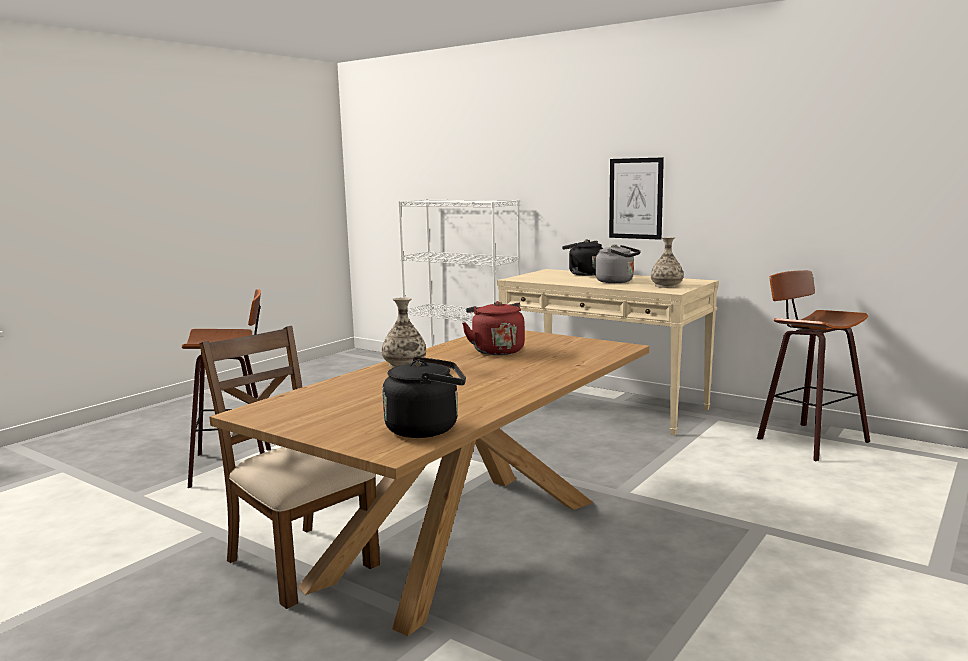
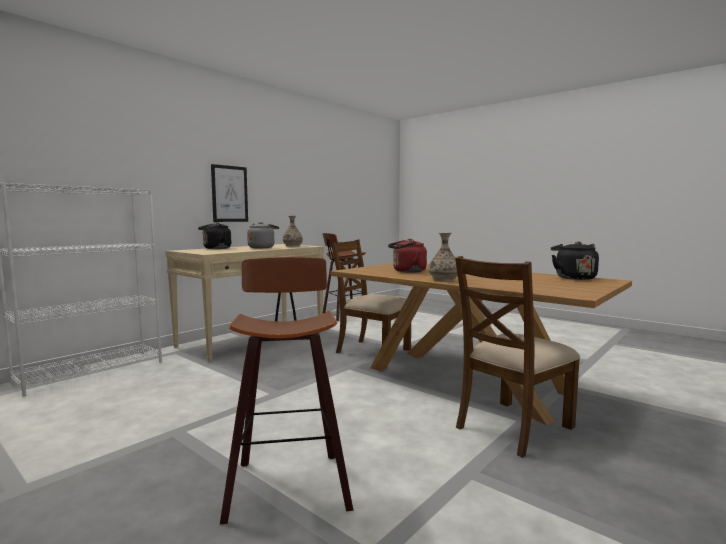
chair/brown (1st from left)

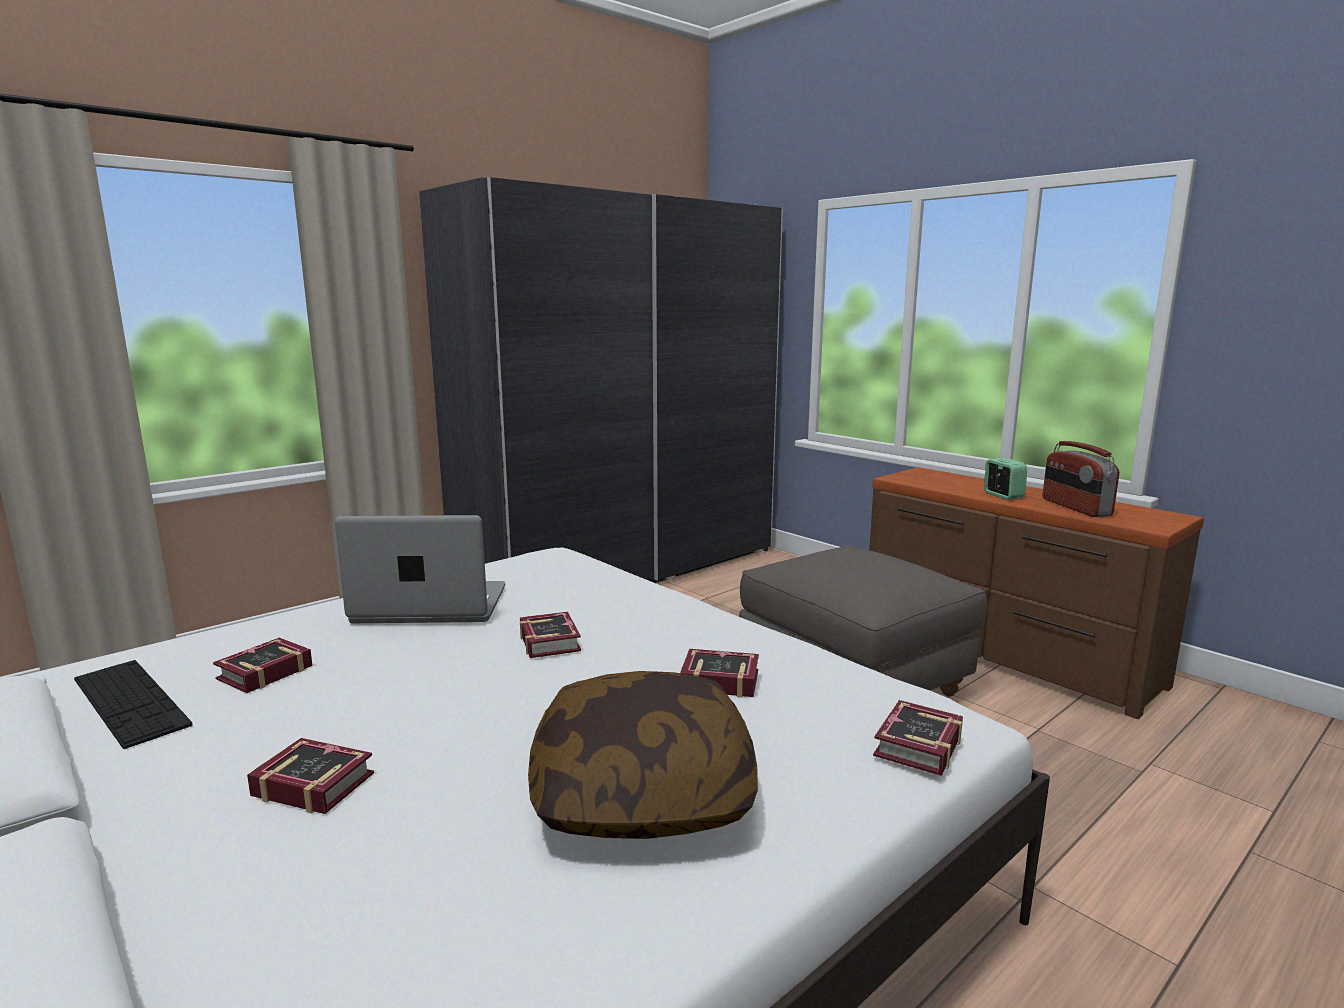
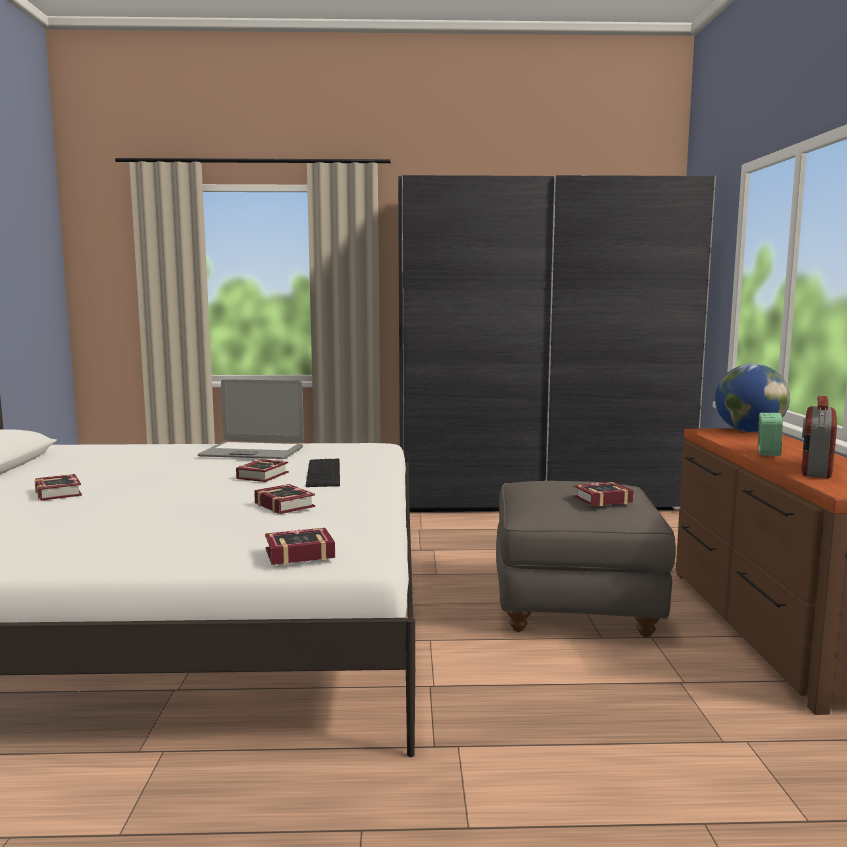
keyboard; book (5th from left); laptop; pillow; globe

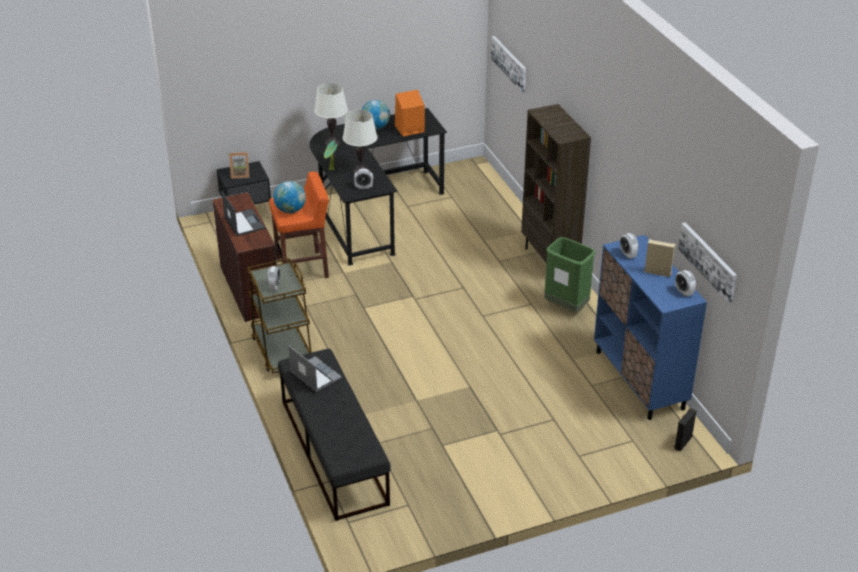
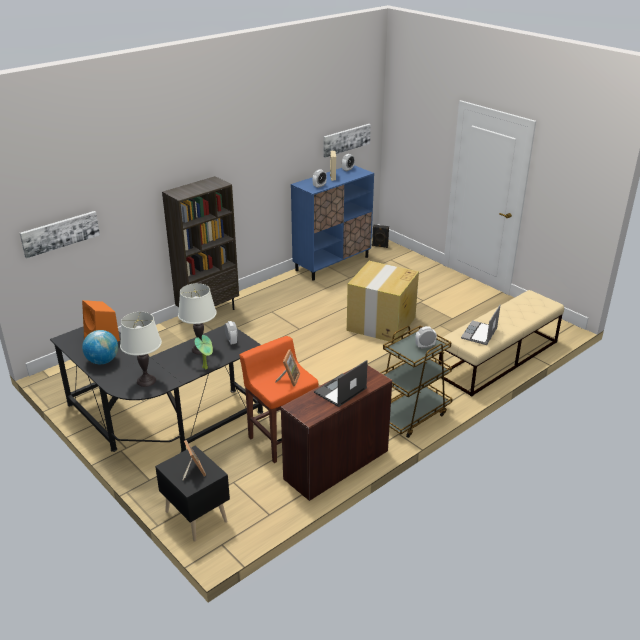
picture frame (2nd from left); bench/beige; trash can/green; cardboard box

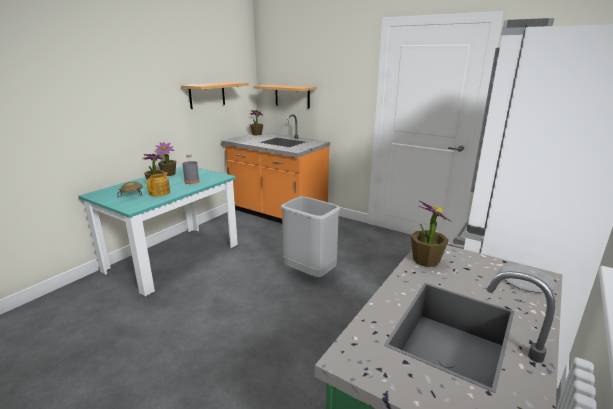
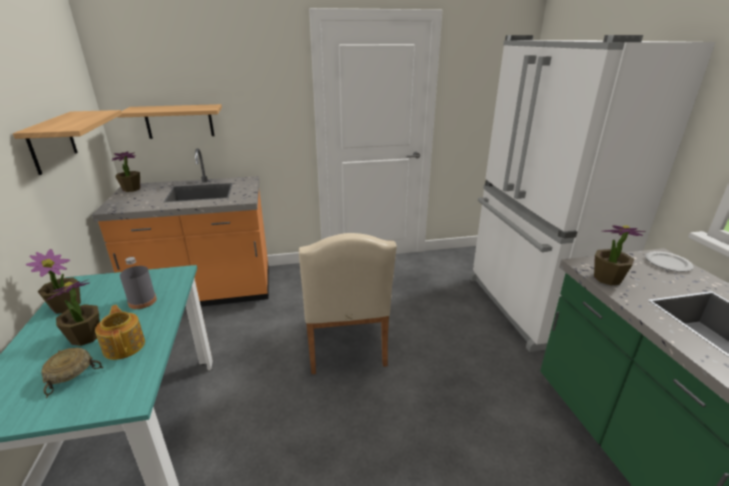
chair/beige

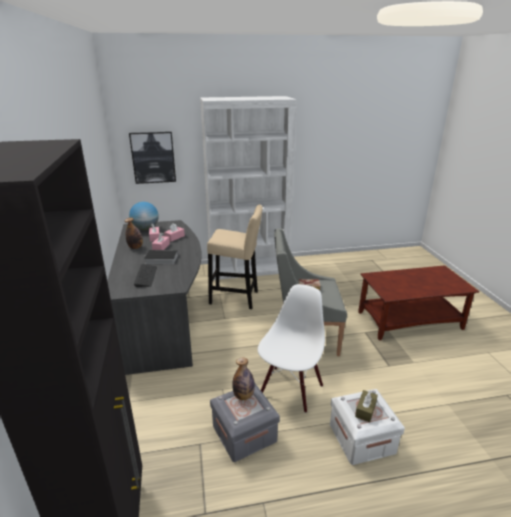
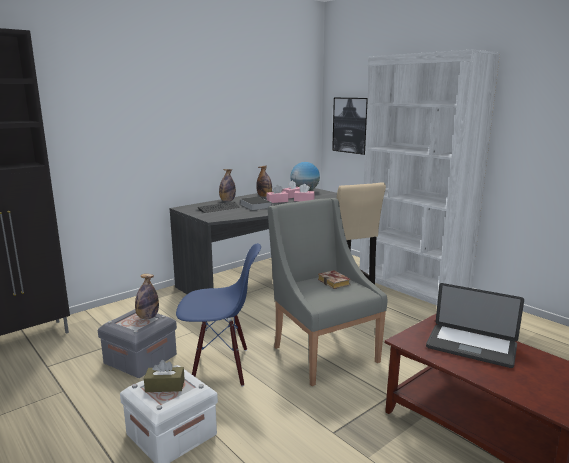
chair/blue; bottle (2nd from left); laptop

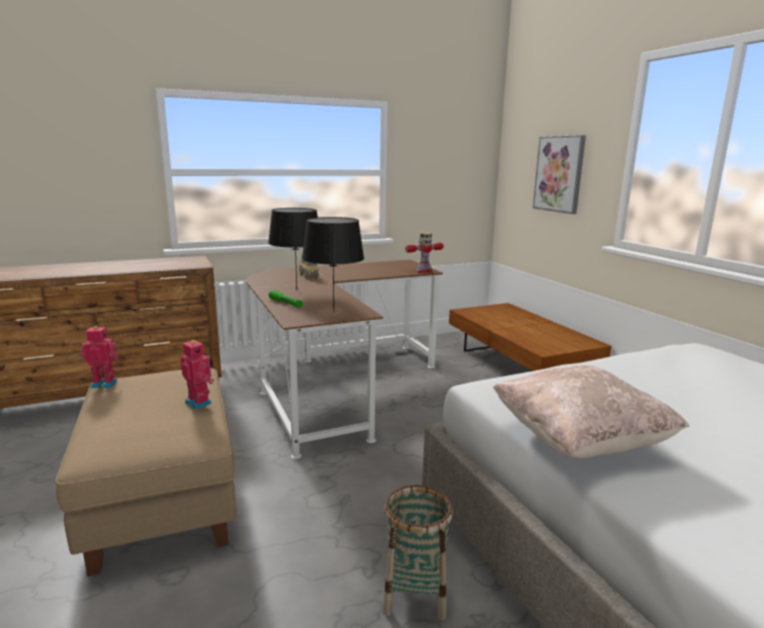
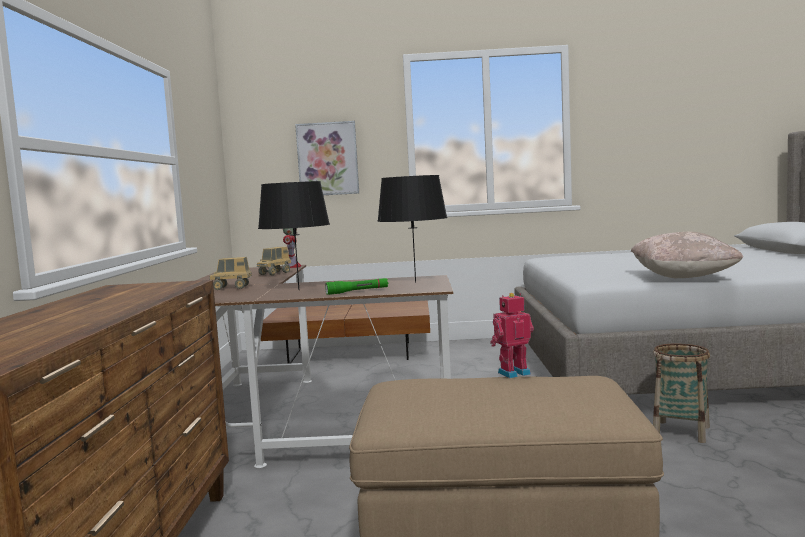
toy robot (1st from left in the first image); toy truck (2nd from left)

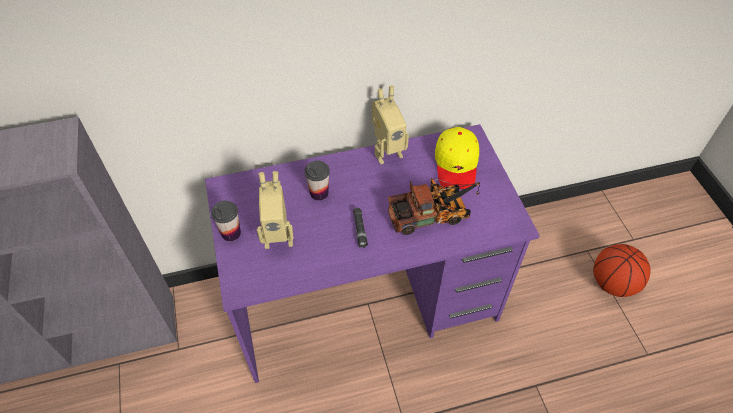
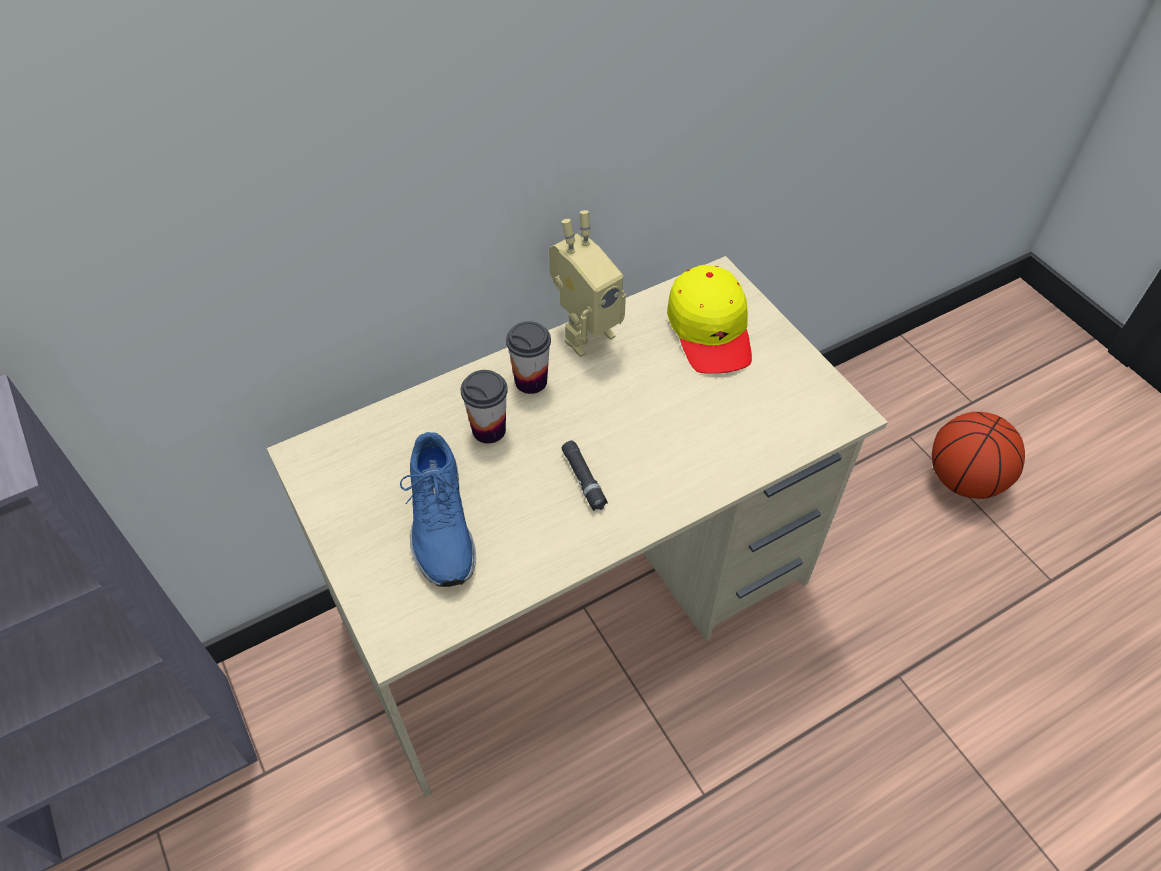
desk/beige; cup (2nd from left); shoe/blue; toy truck

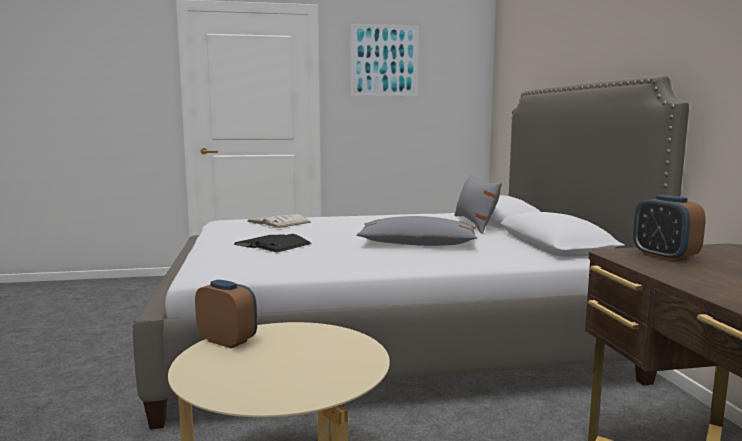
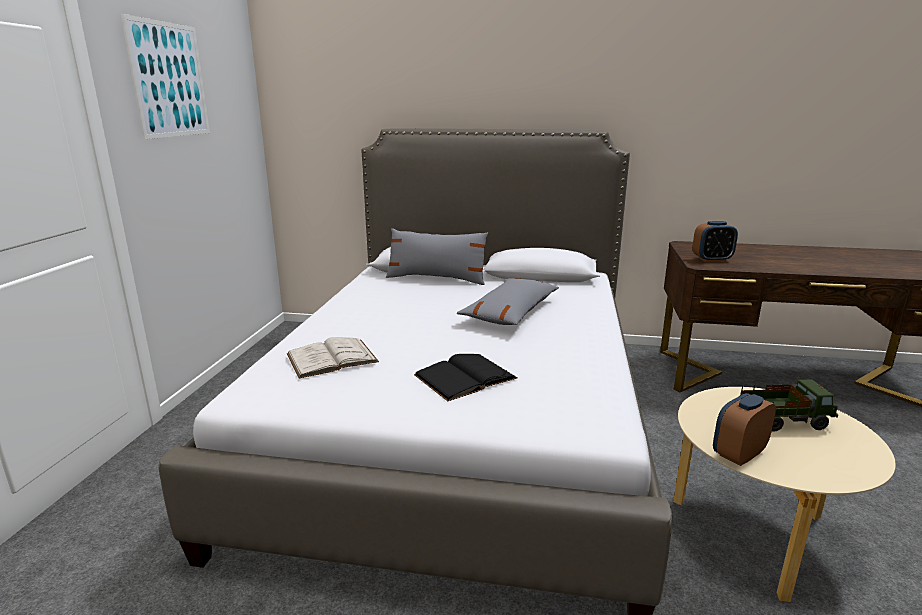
toy truck

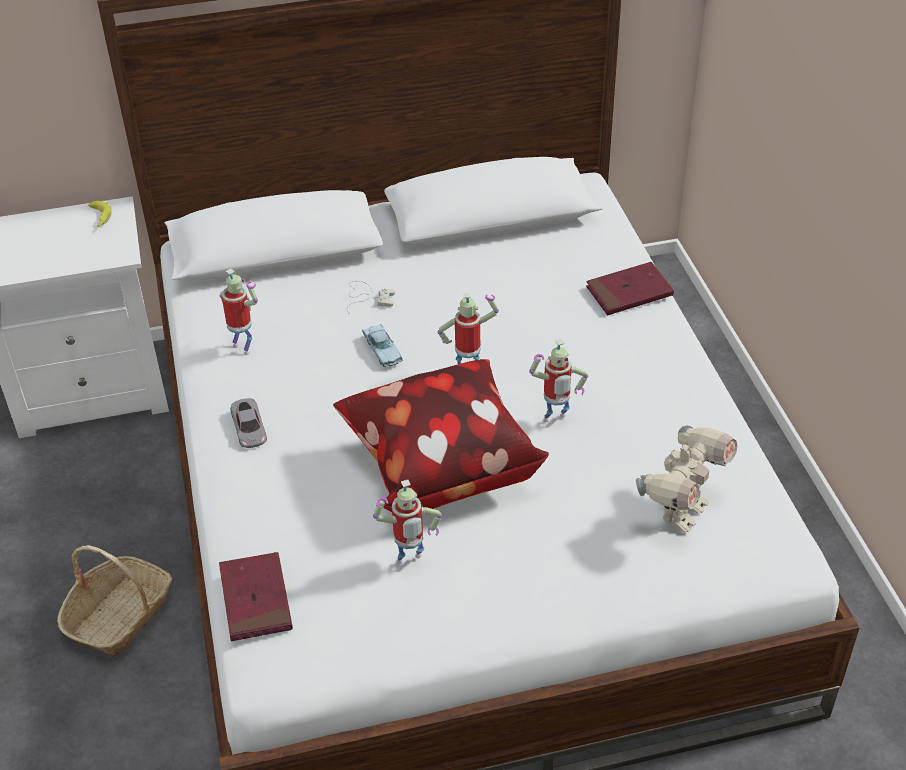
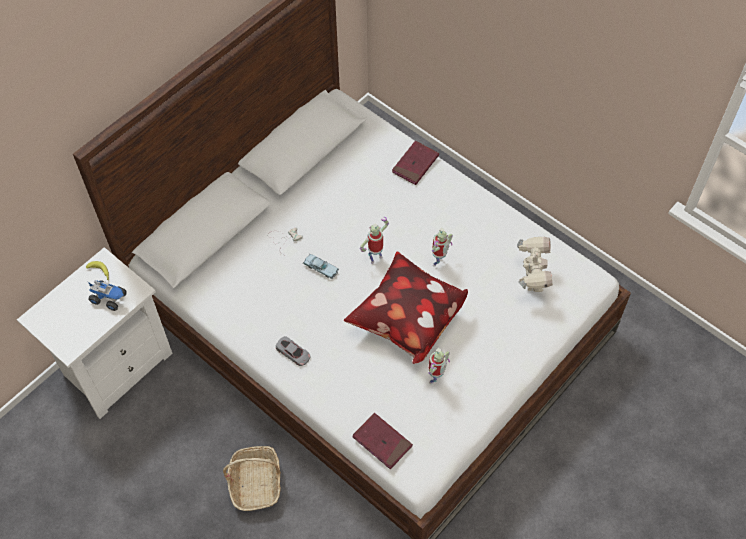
toy robot (1st from left in the first image); toy truck

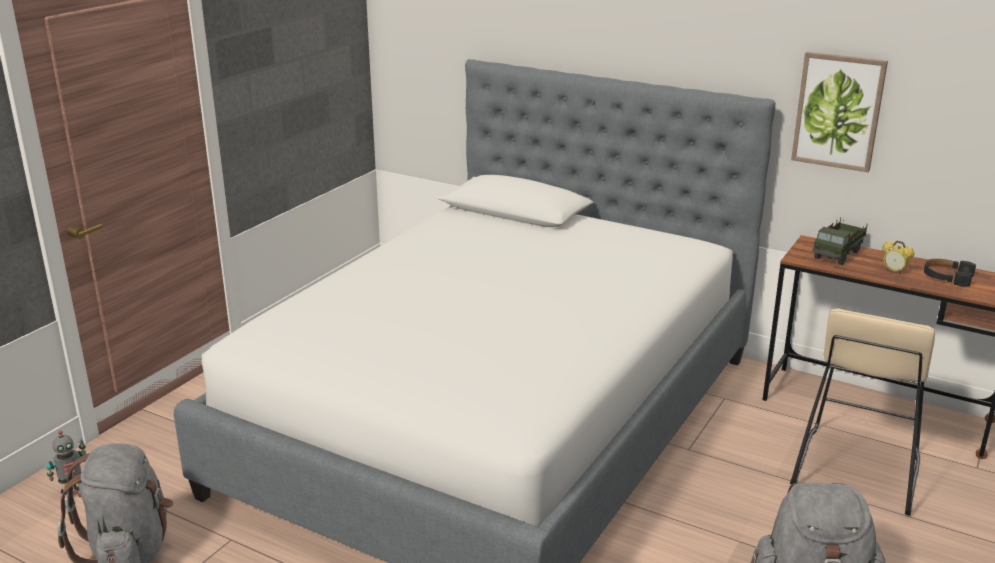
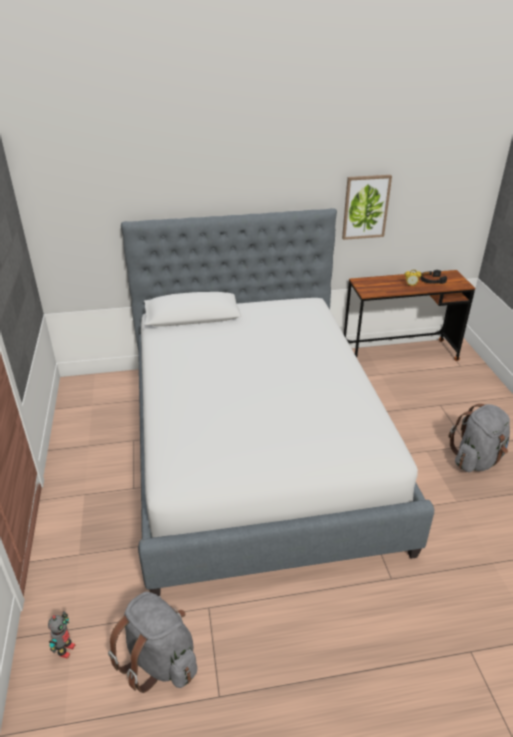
stool/beige; toy truck

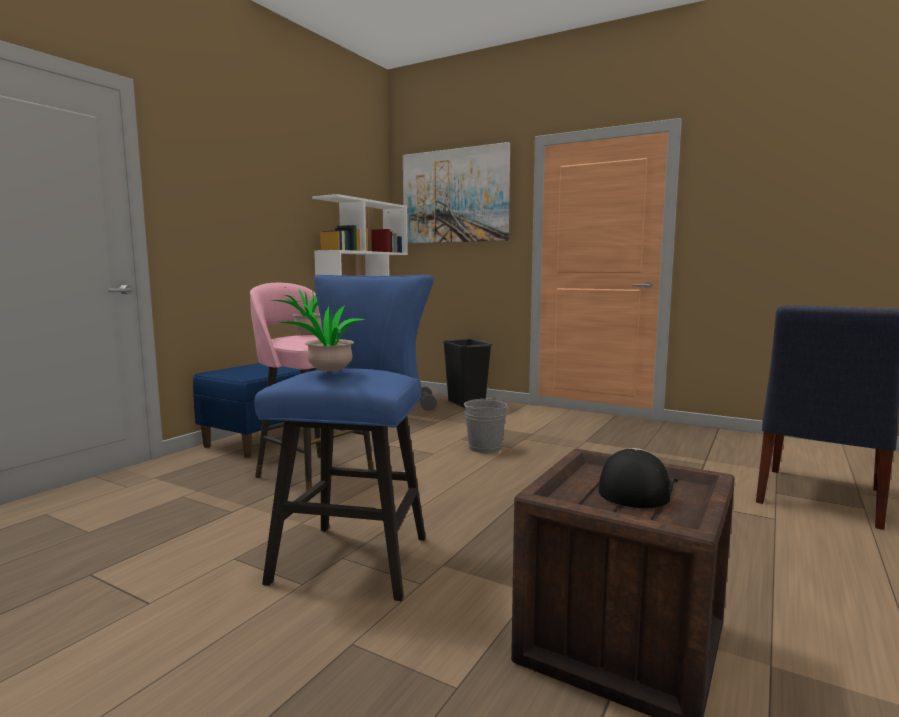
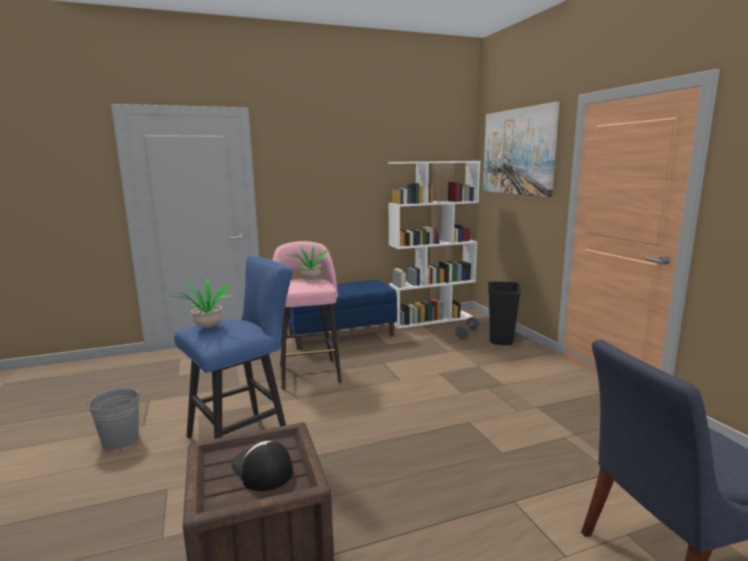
bucket/grey; cap

